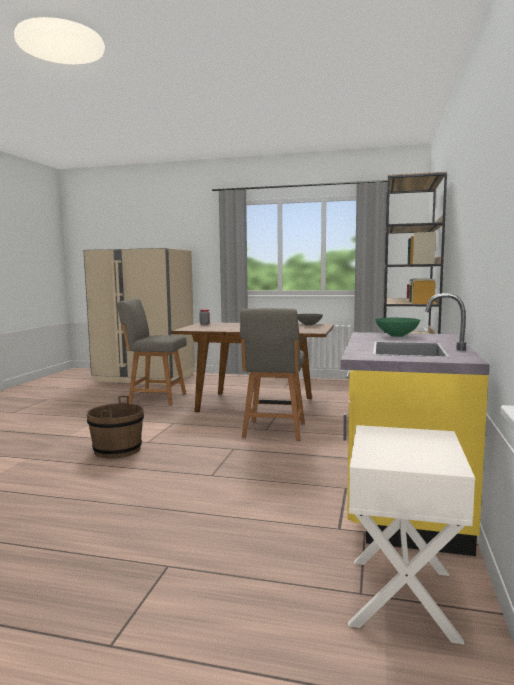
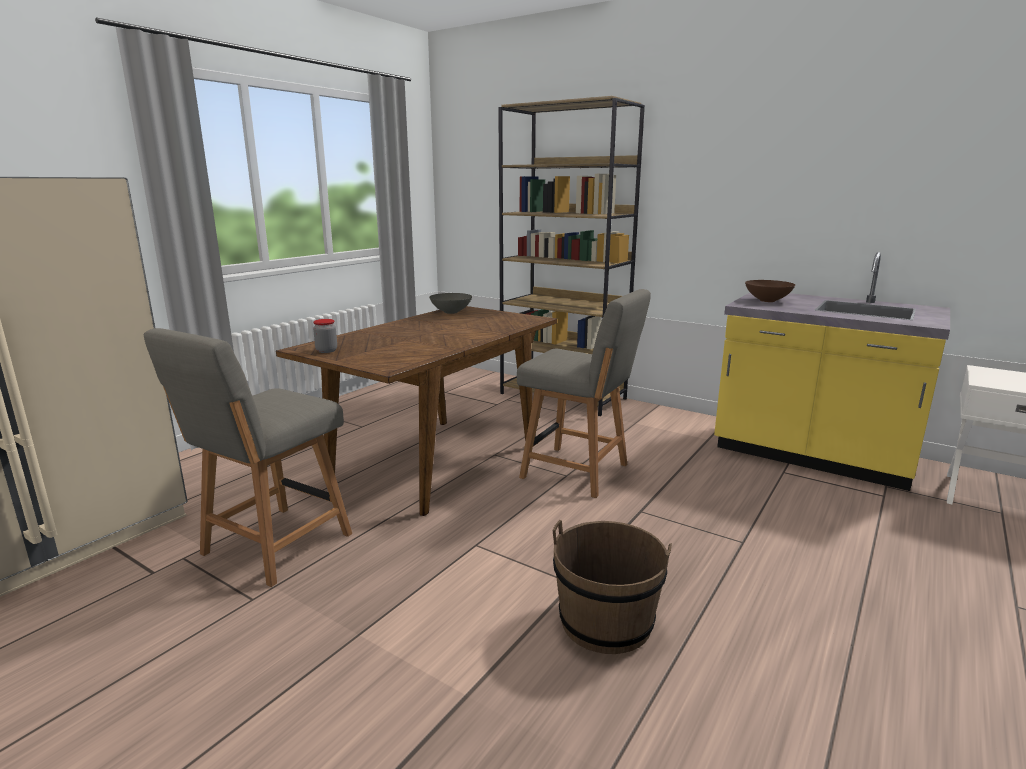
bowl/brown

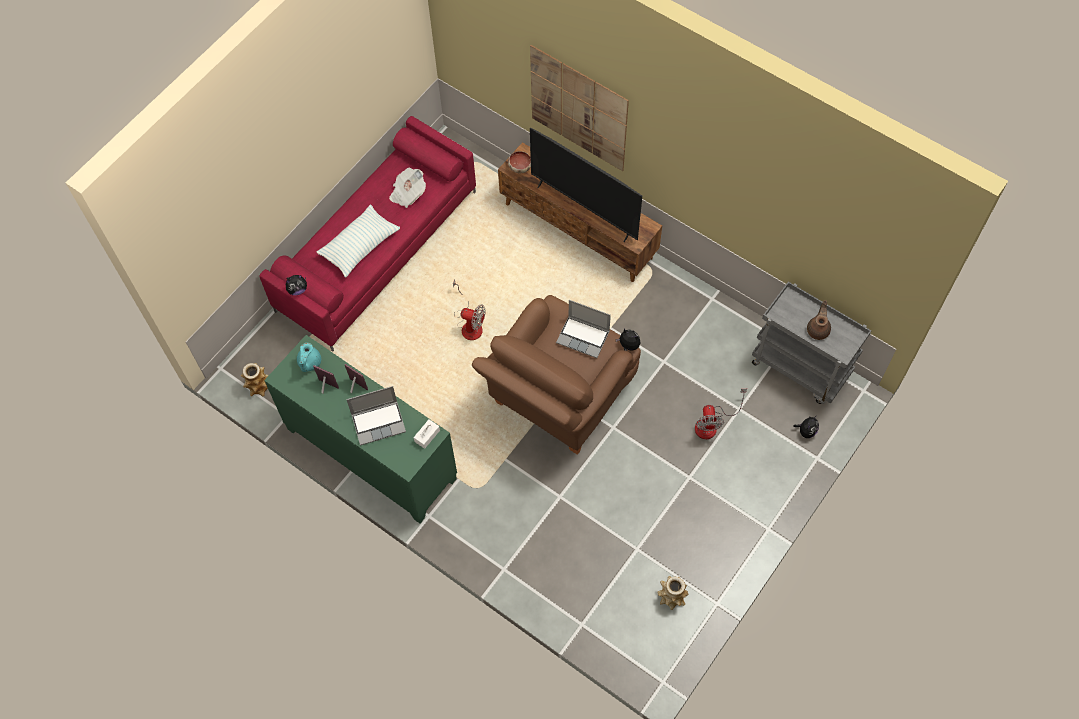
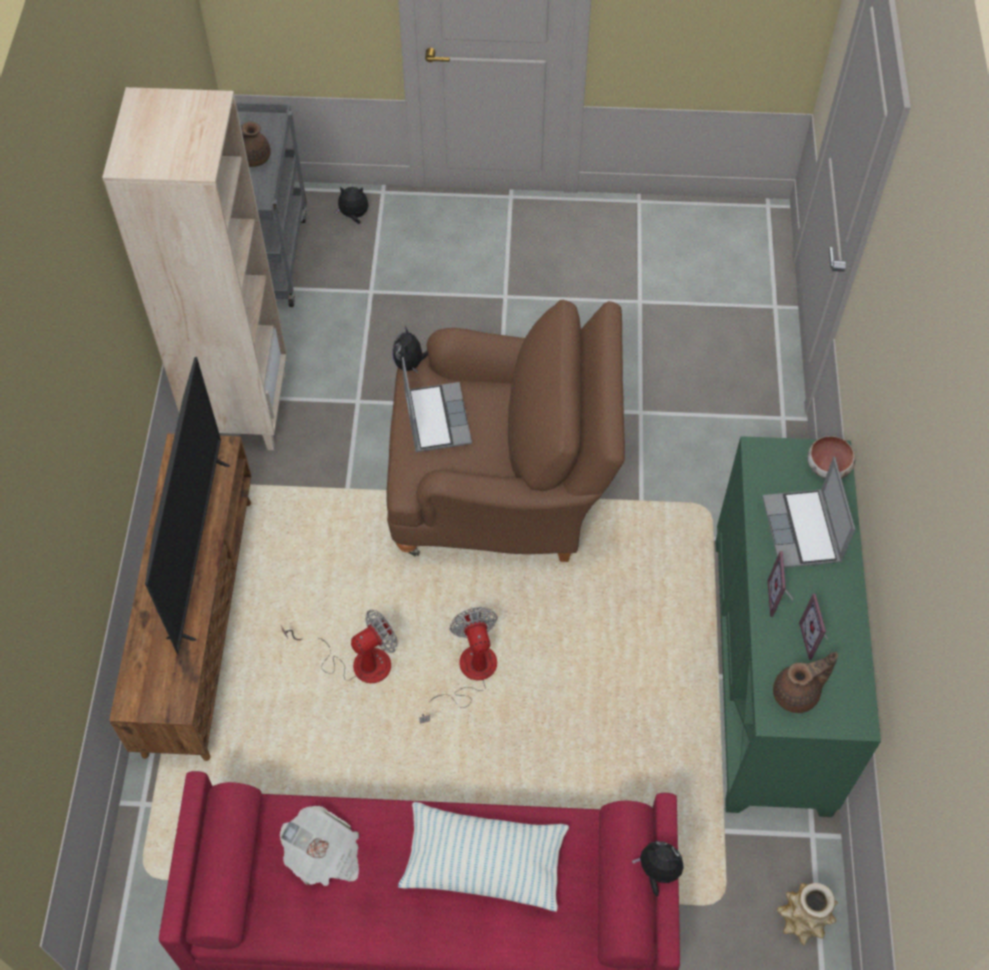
teapot/brown (2nd from left); laptop (2nd from left); tissue box/white; bowl; picture; vase (2nd from left in the first image); fan (1st from left); bookcase/beige

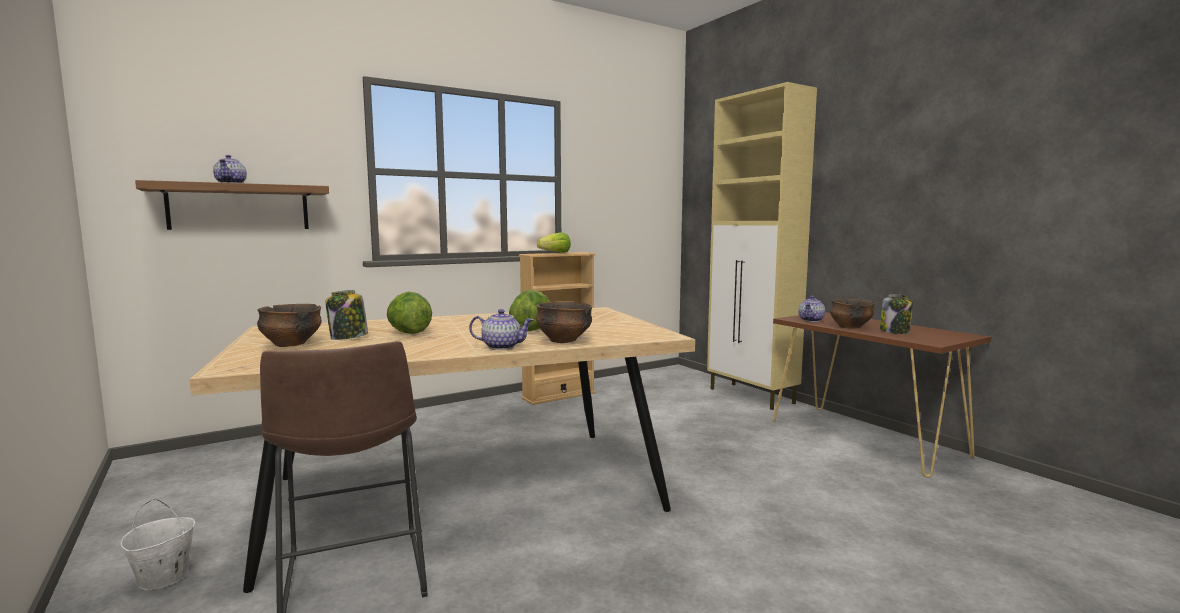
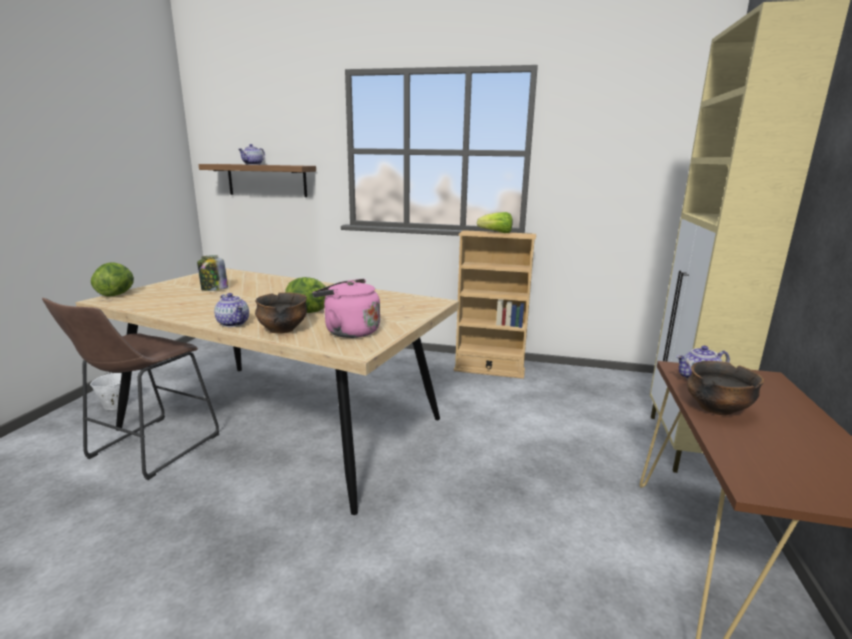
bowl (1st from left in the first image); lettuce (1st from left); jar (2nd from left in the first image); kettle/pink

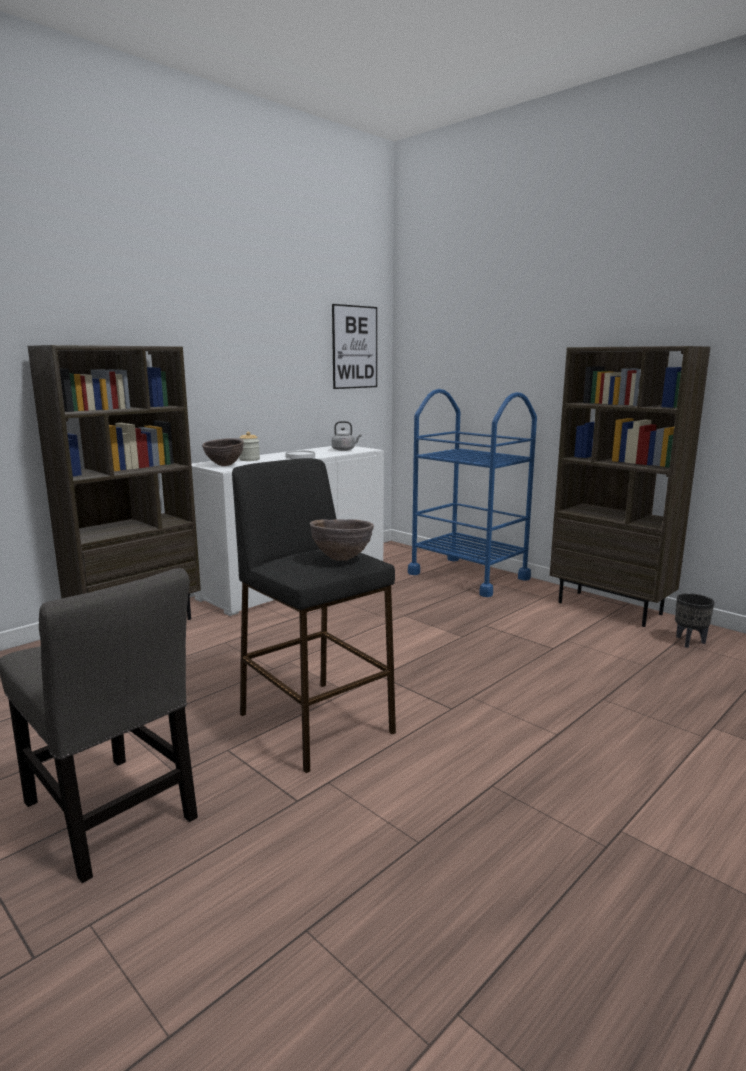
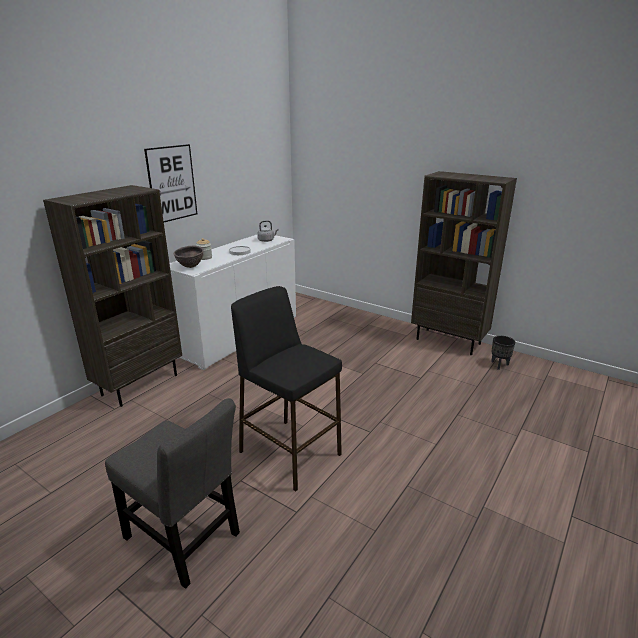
bowl/brown (2nd from left in the first image); picture; cart/blue

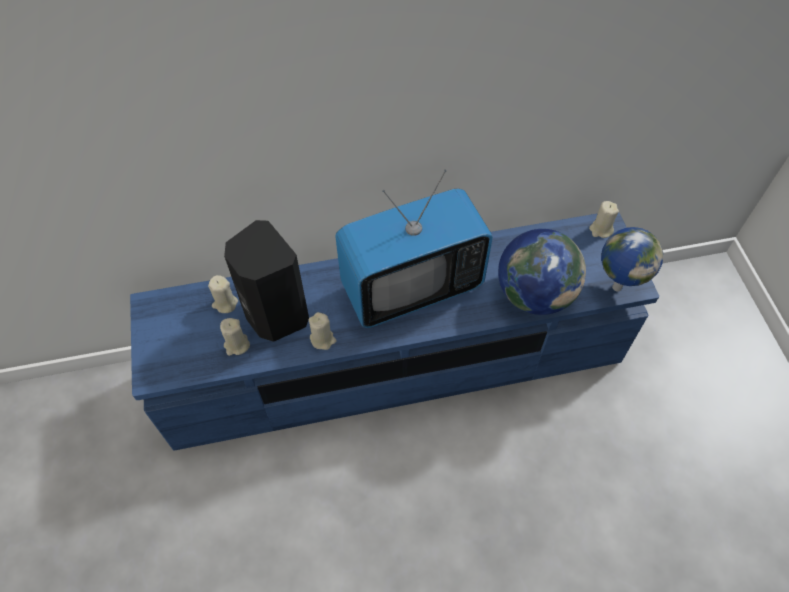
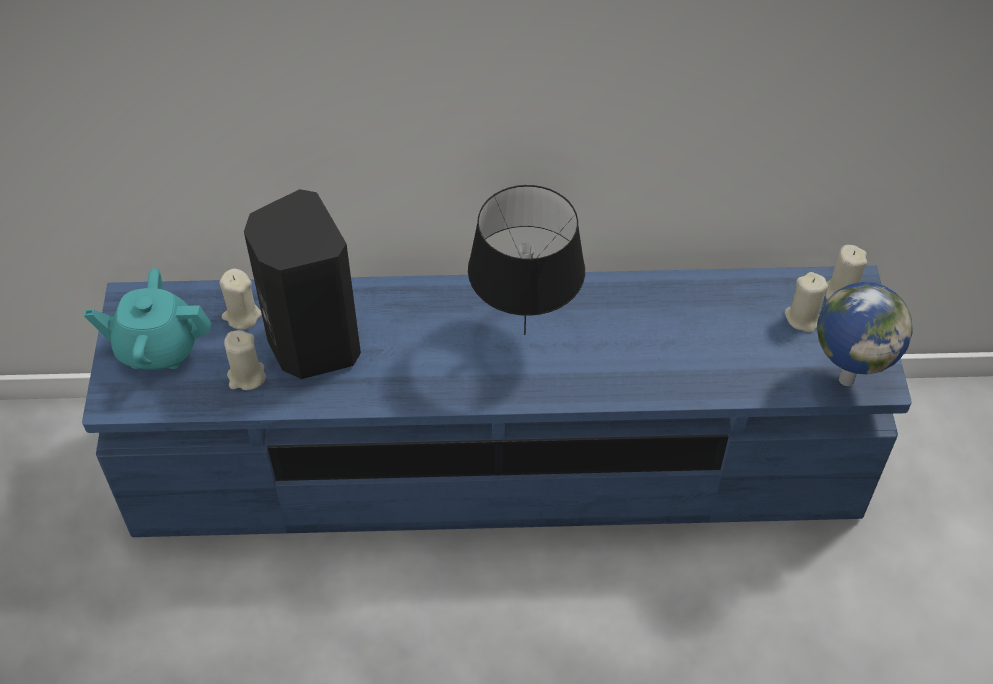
candle/beige (3rd from left); table lamp/black; globe (1st from left in the first image); teapot/turquoise

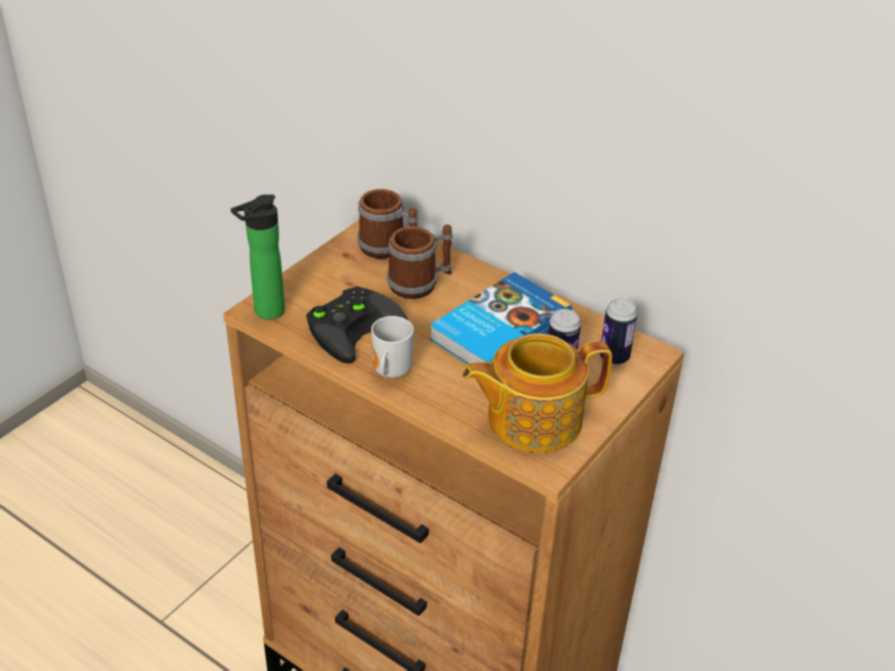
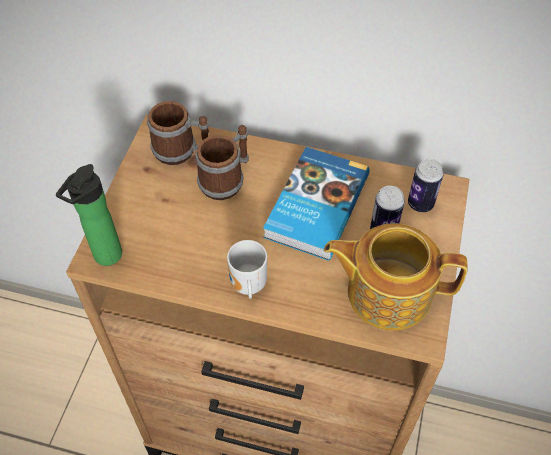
game controller/black; teapot

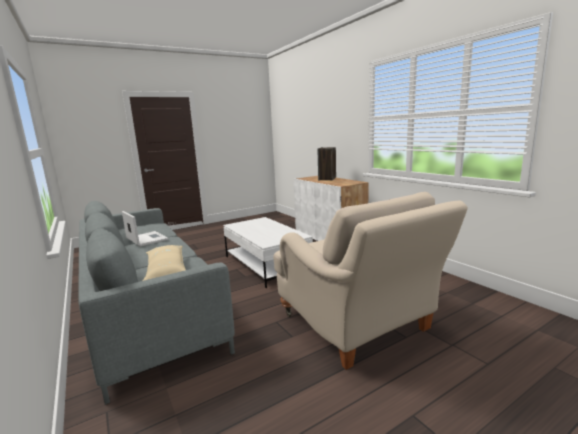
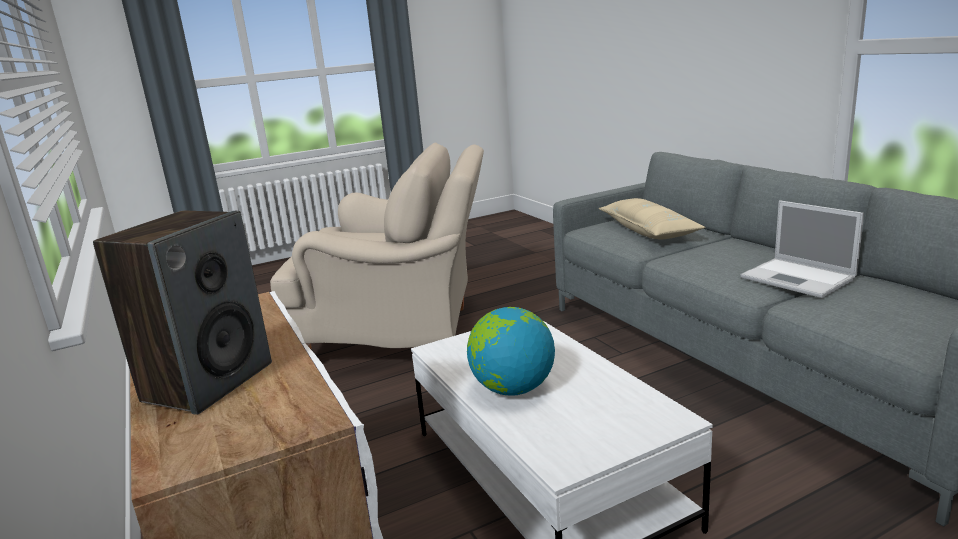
armchair/beige; globe

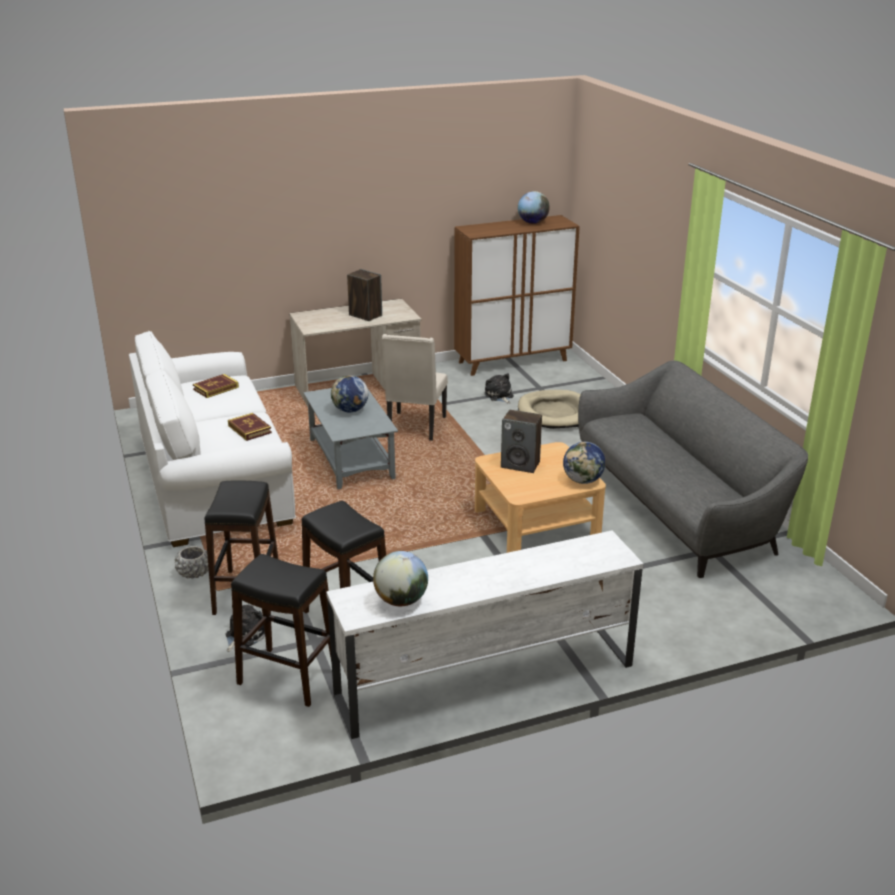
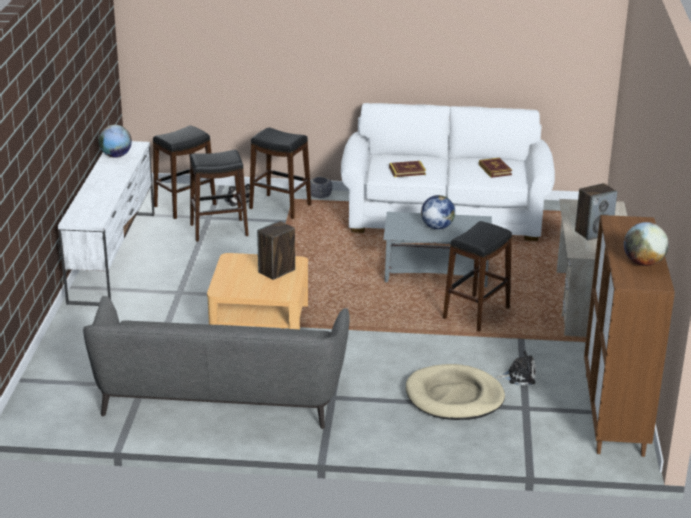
stool/black (4th from left); globe (4th from left in the first image)

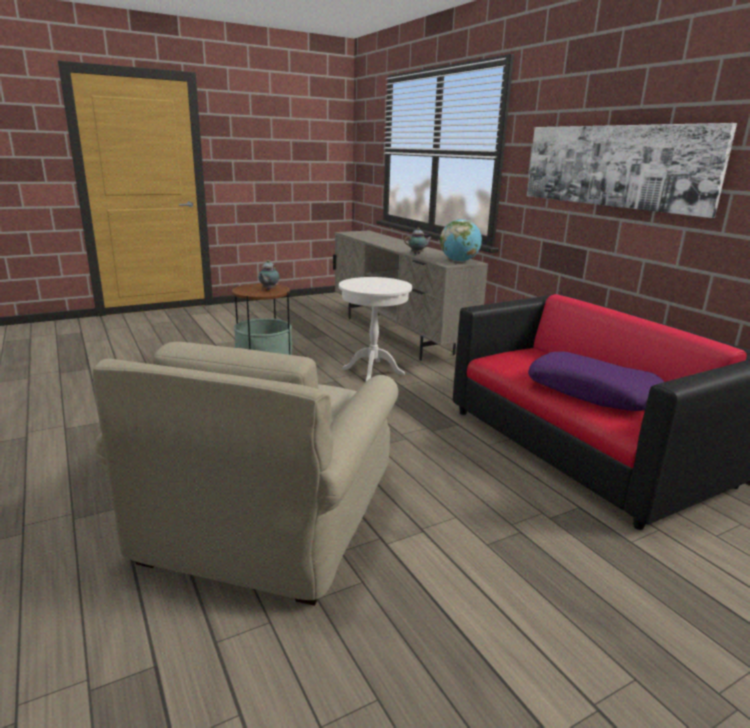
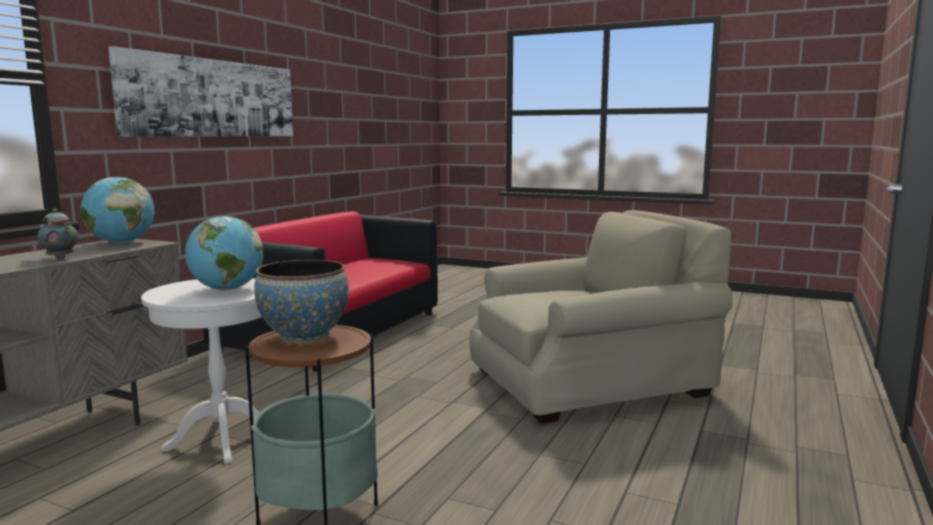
bowl; pillow/purple; globe (2nd from left)

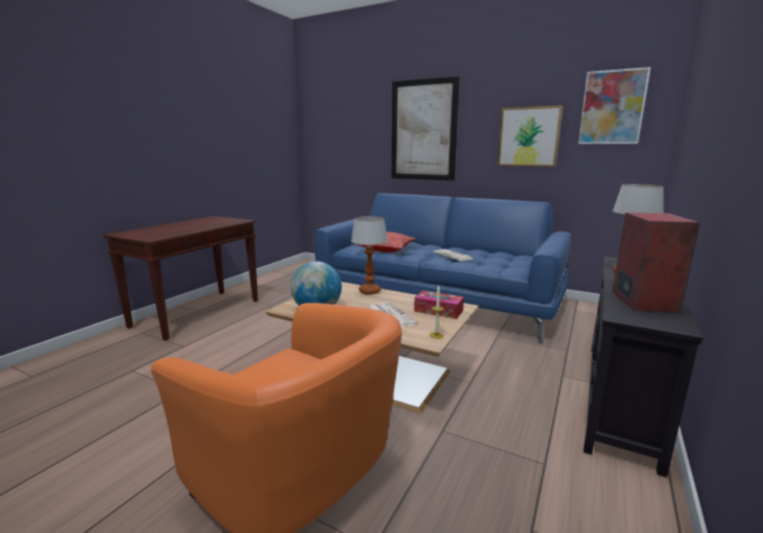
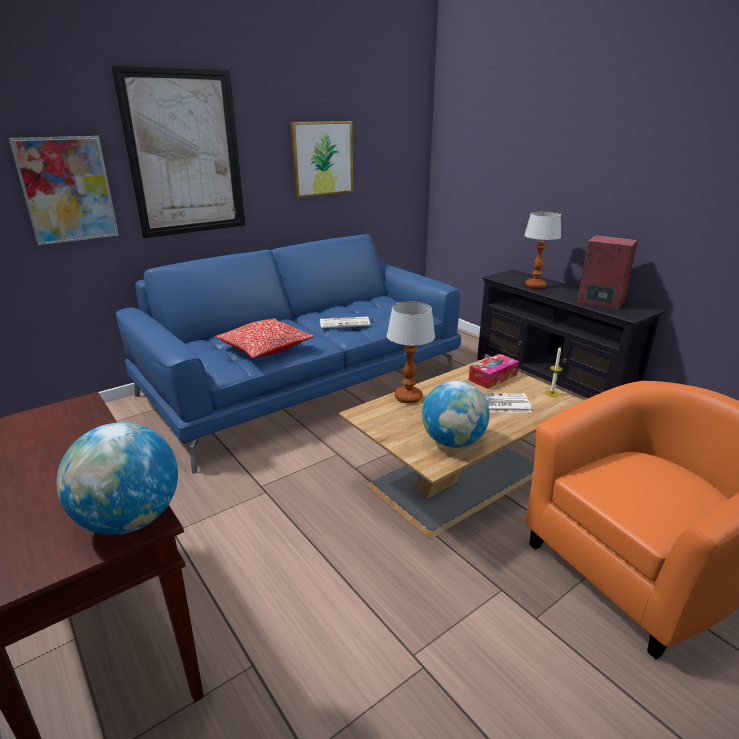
picture (1st from left); globe (1st from left)

